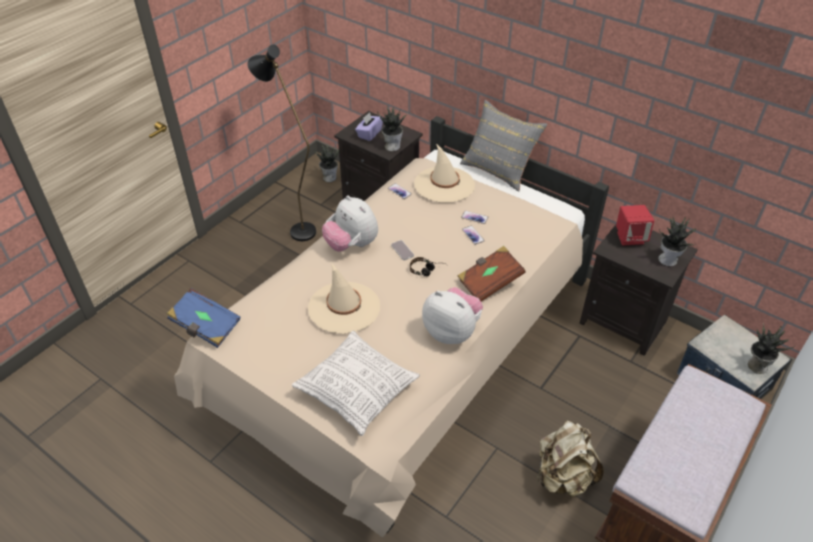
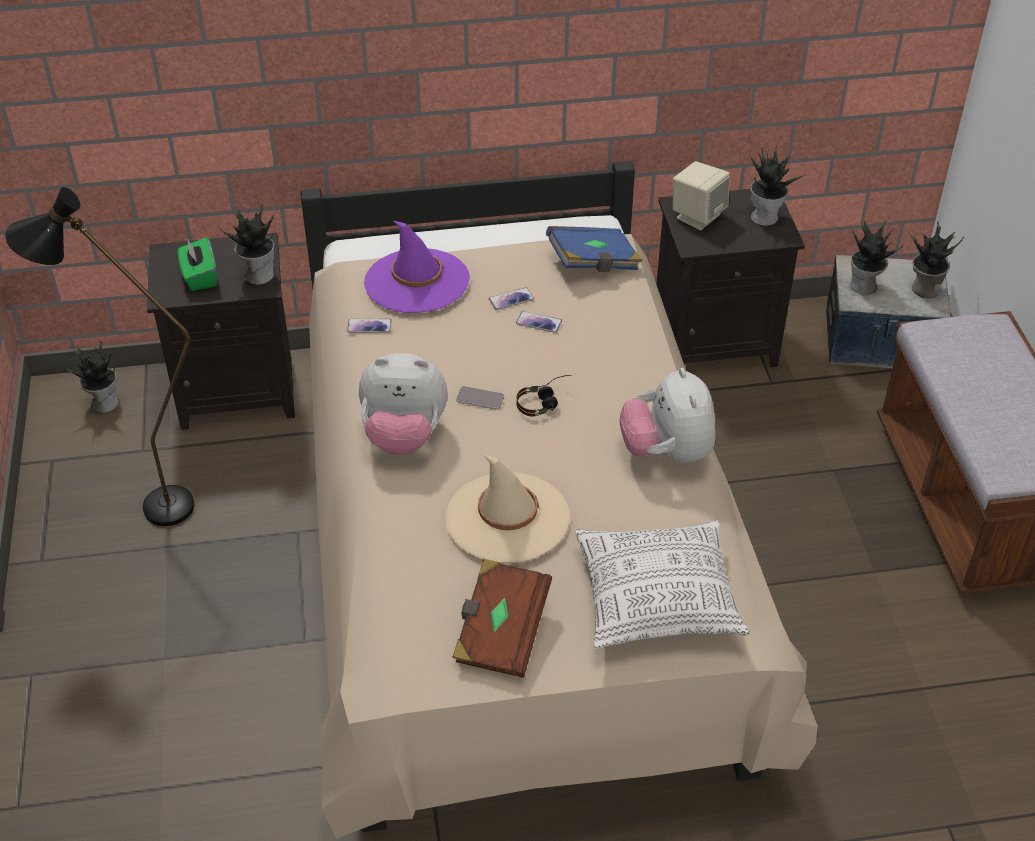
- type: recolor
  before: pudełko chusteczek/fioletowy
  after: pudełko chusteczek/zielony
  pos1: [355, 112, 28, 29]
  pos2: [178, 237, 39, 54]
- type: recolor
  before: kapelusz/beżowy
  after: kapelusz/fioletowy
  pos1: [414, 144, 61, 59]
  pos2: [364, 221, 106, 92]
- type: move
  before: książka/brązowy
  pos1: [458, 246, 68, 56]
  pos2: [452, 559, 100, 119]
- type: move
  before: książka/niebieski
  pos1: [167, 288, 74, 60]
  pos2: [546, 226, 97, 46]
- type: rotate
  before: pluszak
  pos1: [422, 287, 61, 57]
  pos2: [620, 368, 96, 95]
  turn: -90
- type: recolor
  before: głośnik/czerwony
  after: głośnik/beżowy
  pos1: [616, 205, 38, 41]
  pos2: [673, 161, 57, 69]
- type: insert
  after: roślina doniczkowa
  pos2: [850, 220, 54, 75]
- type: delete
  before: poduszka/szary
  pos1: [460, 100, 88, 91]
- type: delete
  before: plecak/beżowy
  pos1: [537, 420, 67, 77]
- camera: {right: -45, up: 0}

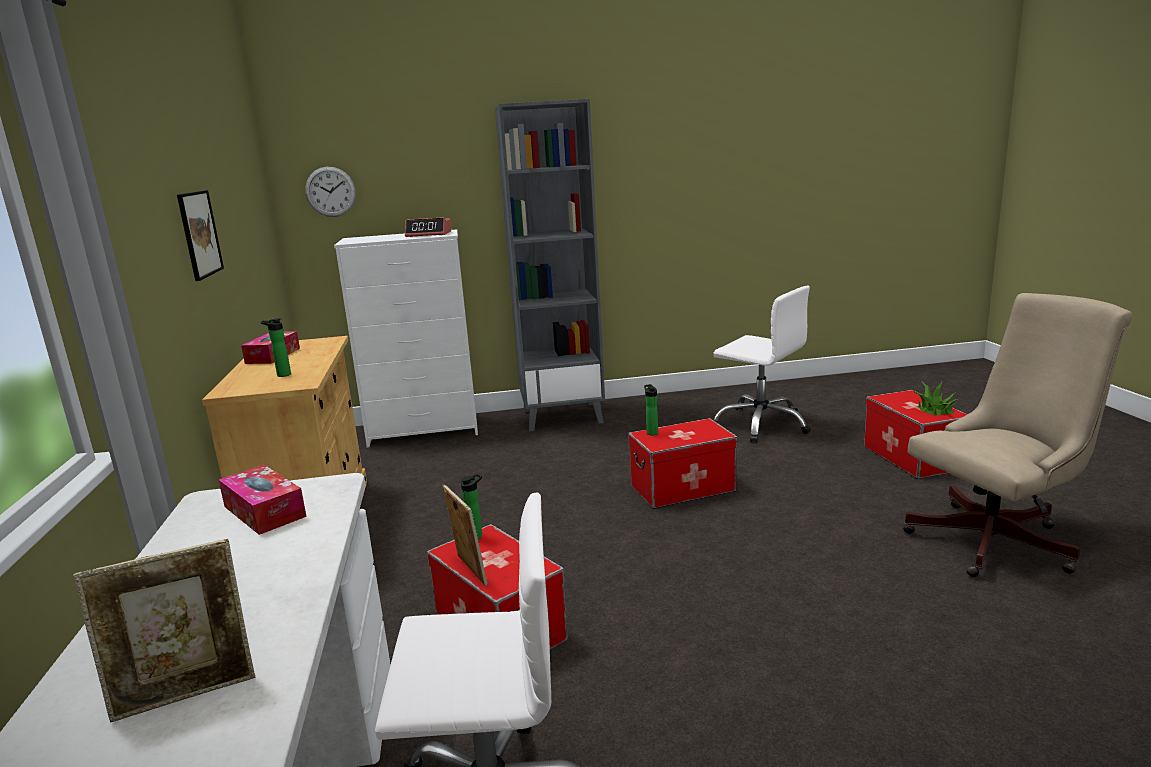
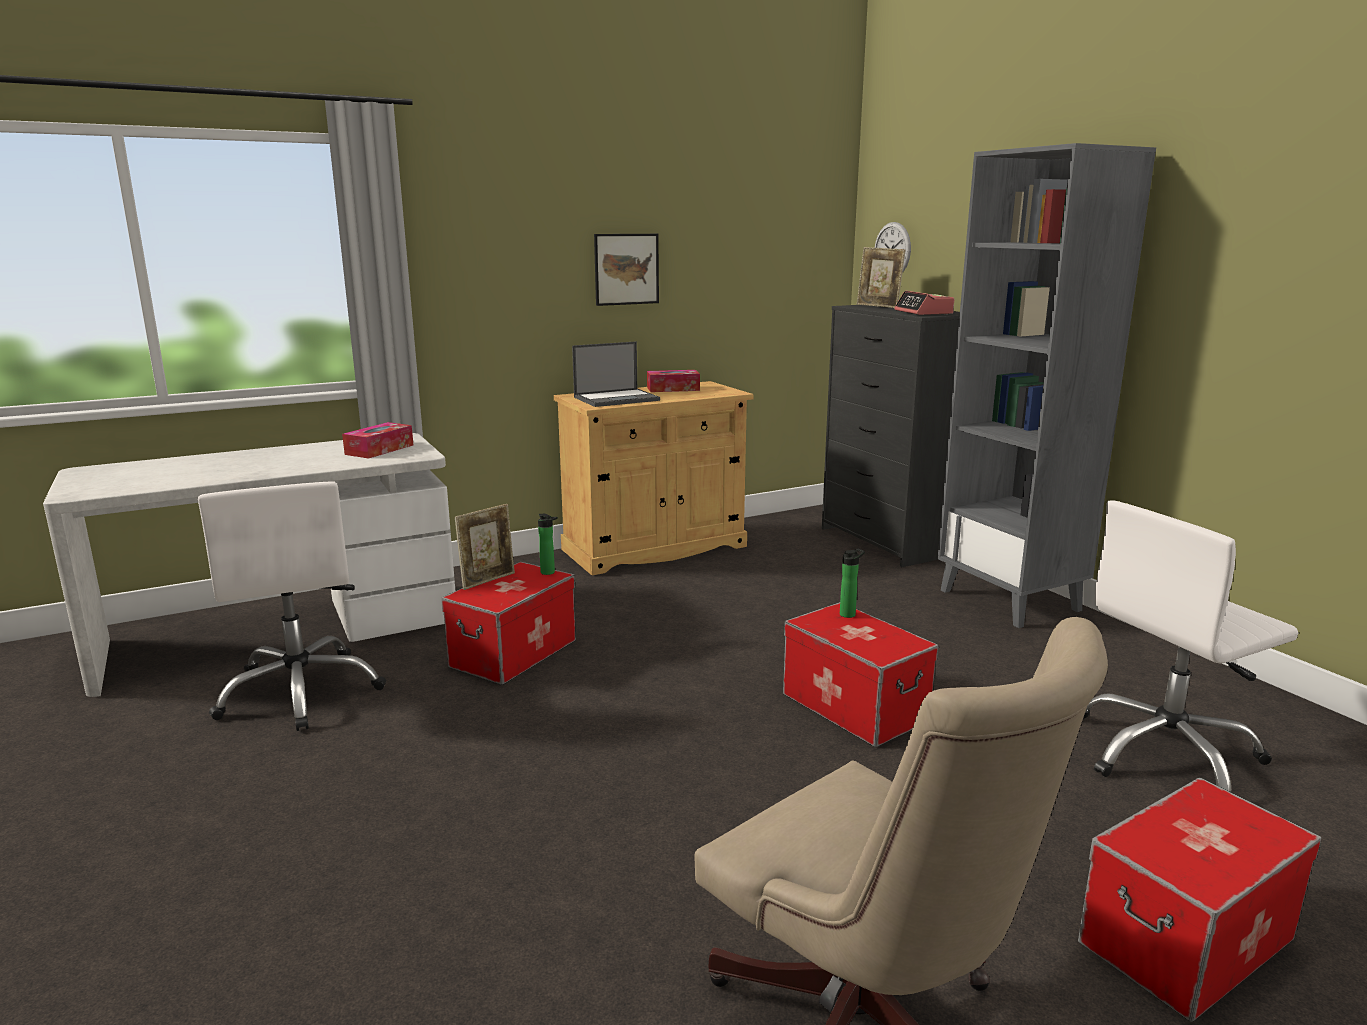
- type: replace
  before: butelka
  after: laptop
  pos1: [261, 318, 30, 59]
  pos2: [572, 341, 88, 66]
- type: recolor
  before: komoda/biały
  after: komoda/czarny
  pos1: [334, 229, 144, 218]
  pos2: [822, 305, 138, 262]
- type: move
  before: ramka na zdjęcie
  pos1: [74, 539, 181, 184]
  pos2: [857, 247, 49, 61]
- type: rotate
  before: krzesło biurowe/biały
  pos1: [712, 286, 99, 157]
  pos2: [1083, 500, 215, 293]
  turn: 45
- type: delete
  before: roślina doniczkowa
  pos1: [913, 382, 45, 34]
- camera: {right: 70, up: 0}

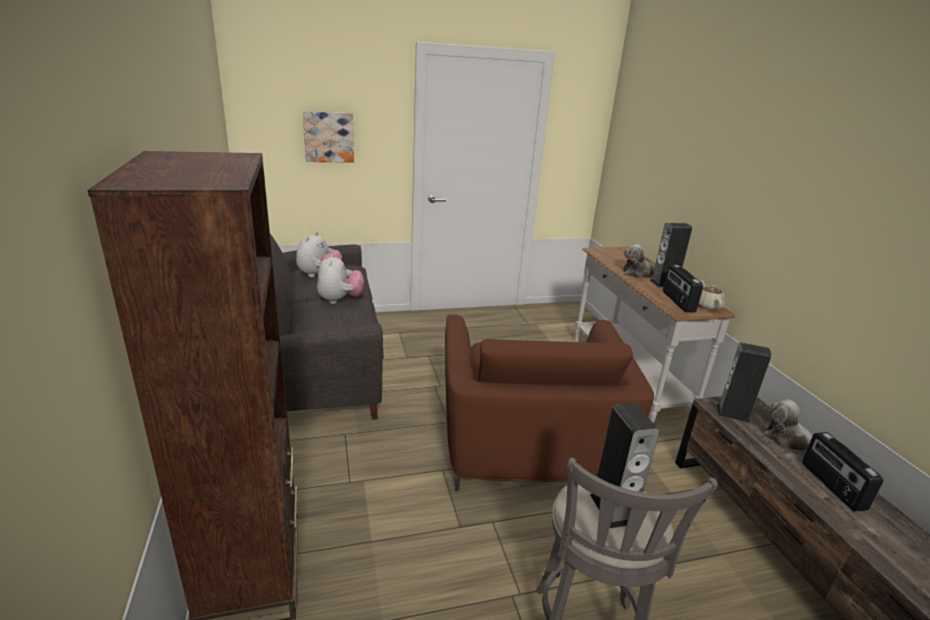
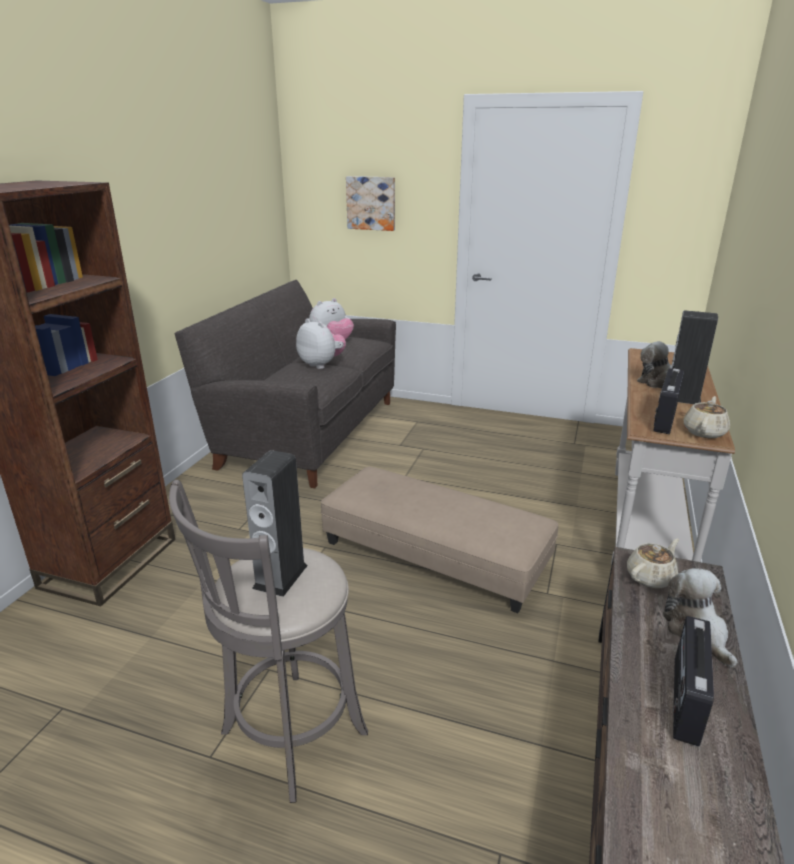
- type: rotate
  before: pluszak
  pos1: [317, 254, 47, 50]
  pos2: [296, 318, 50, 51]
  turn: -75
- type: replace
  before: fotel/brązowy
  after: pufa/beżowy
  pos1: [445, 315, 209, 176]
  pos2: [321, 467, 237, 146]
- type: replace
  before: głośnik
  after: imbryk/beżowy
  pos1: [717, 342, 54, 81]
  pos2: [627, 539, 52, 49]
- camera: {right: 35, up: 0}

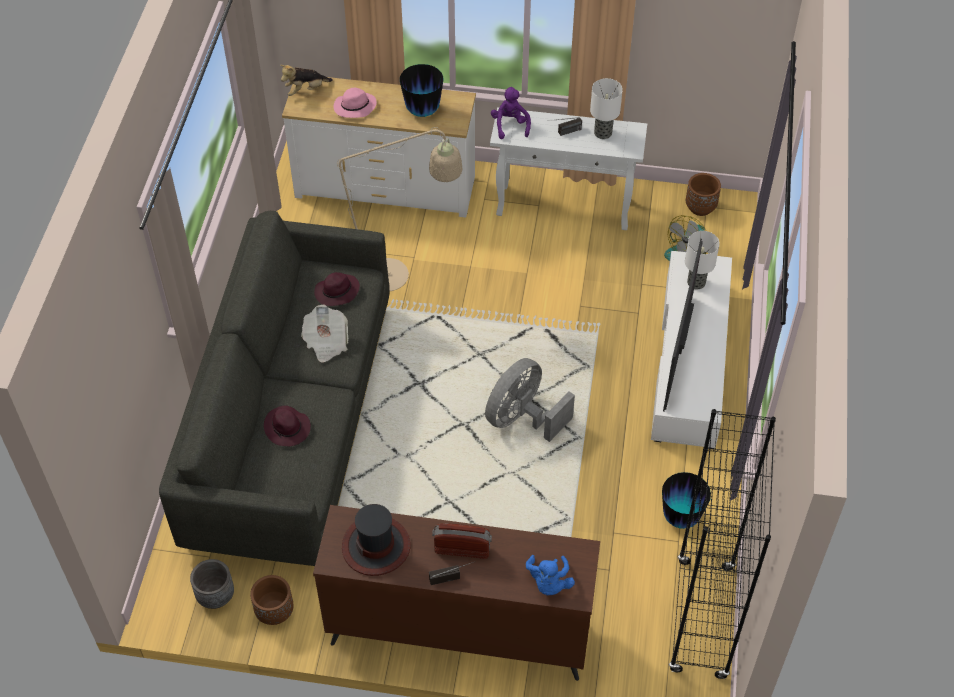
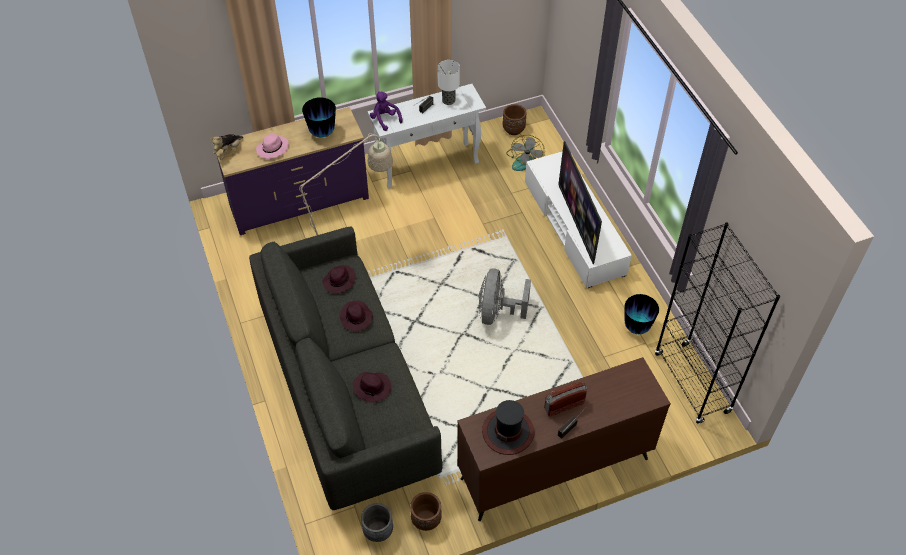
- type: recolor
  before: komoda/biały
  after: komoda/fioletowy
  pos1: [282, 77, 194, 141]
  pos2: [213, 107, 156, 128]
- type: replace
  before: gazeta
  after: kapelusz/fioletowy
  pos1: [301, 305, 47, 58]
  pos2: [340, 301, 33, 30]
- type: delete
  before: pluszak/niebieski
  pos1: [526, 555, 49, 40]
- type: delete
  before: lampa stołowa
  pos1: [685, 231, 35, 58]
- camera: {right: -30, up: 0}

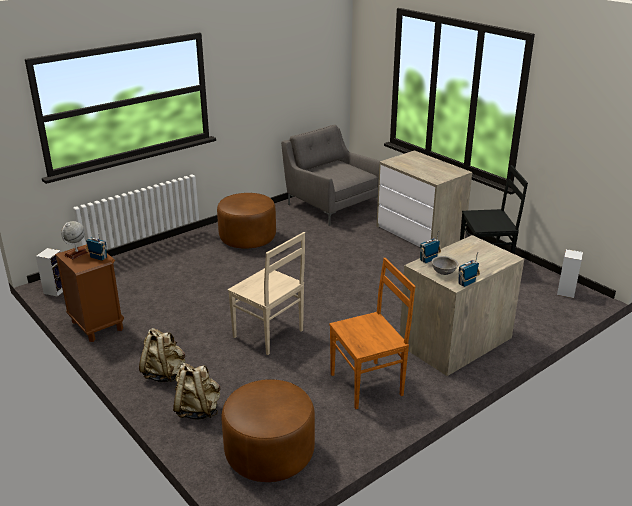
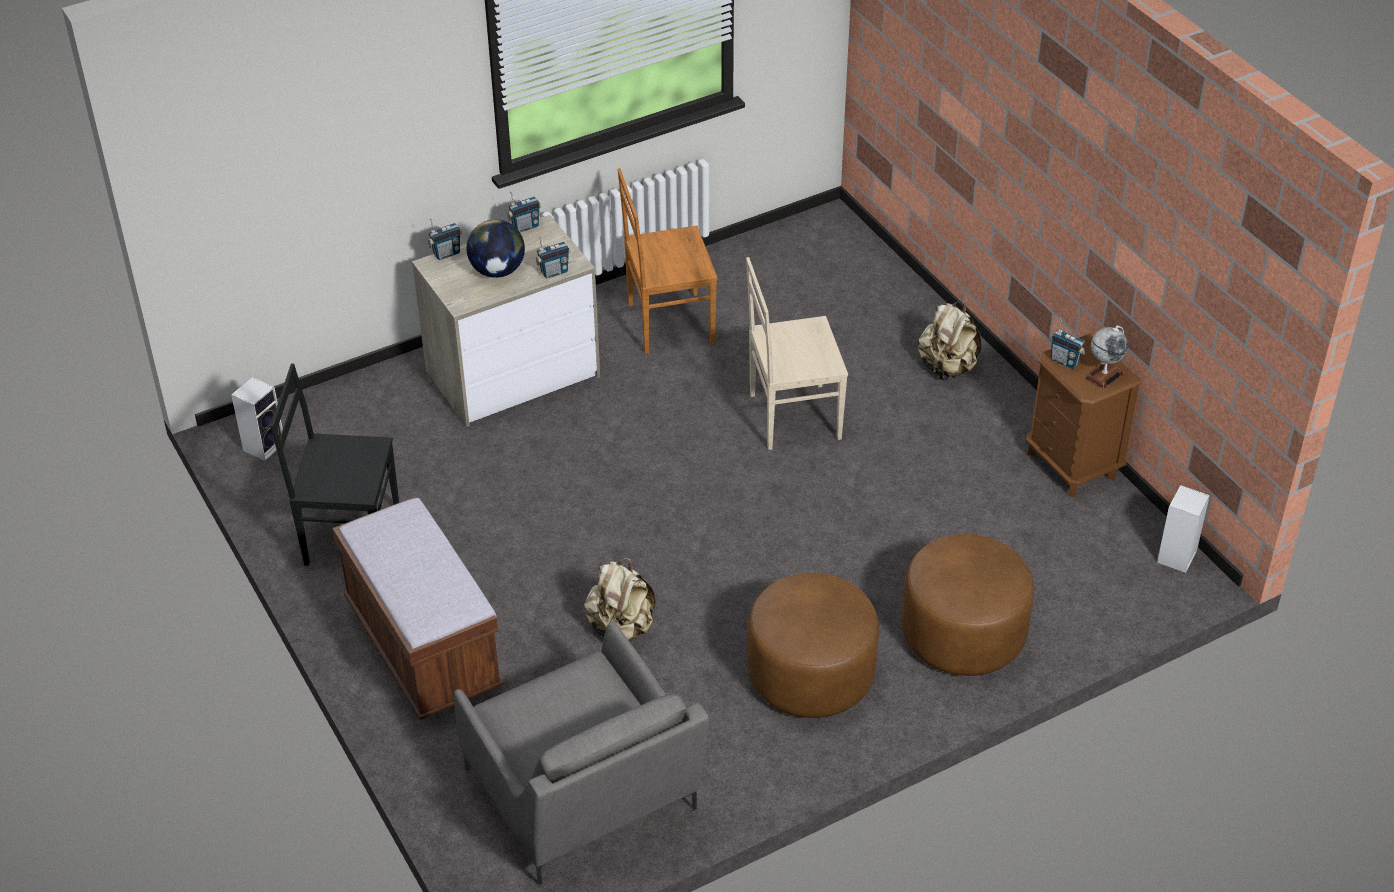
- type: replace
  before: komoda
  after: ławka/brązowy
  pos1: [376, 150, 96, 99]
  pos2: [333, 496, 171, 224]
- type: insert
  after: radio
  pos2: [428, 218, 34, 42]
- type: insert
  after: globus
  pos2: [466, 219, 59, 59]
- type: move
  before: plecak/beżowy
  pos1: [173, 363, 47, 57]
  pos2: [584, 558, 72, 83]
- type: rotate
  before: krzesło/beżowy
  pos1: [228, 232, 77, 123]
  pos2: [746, 257, 102, 193]
  turn: -60
- type: move
  before: pufa/brązowy
  pos1: [222, 379, 93, 103]
  pos2: [901, 534, 133, 142]
- type: delete
  before: miska/szary
  pos1: [432, 256, 26, 19]
- camera: {right: -170, up: 15}

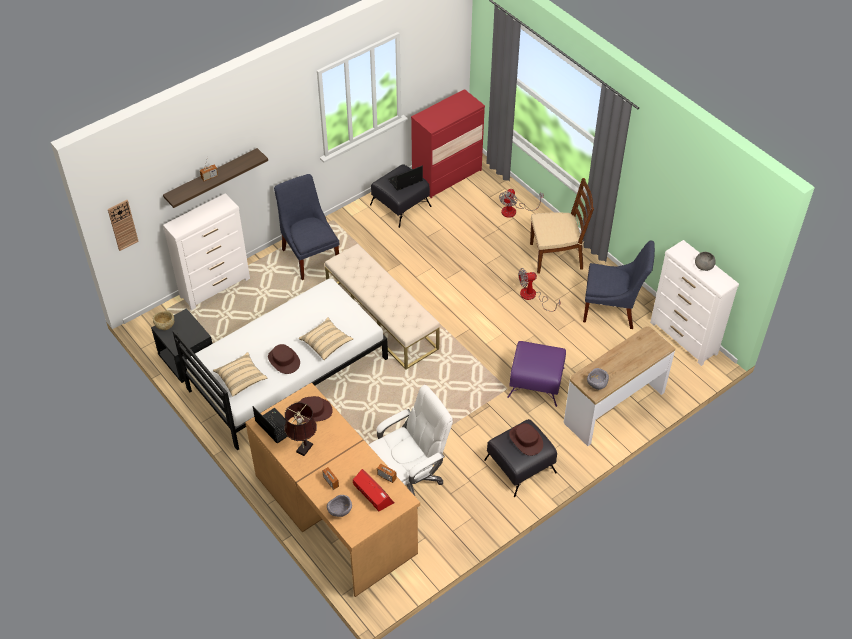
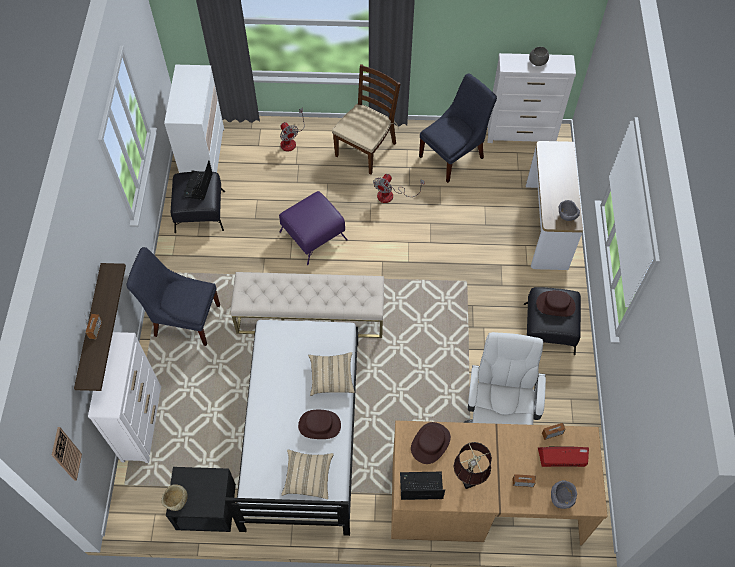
- type: recolor
  before: komoda/czerwony
  after: komoda/biały
  pos1: [411, 89, 74, 109]
  pos2: [164, 65, 60, 108]
- type: move
  before: pufa/fioletowy
  pos1: [507, 341, 59, 66]
  pos2: [279, 191, 69, 74]
- camera: {right: -50, up: 10}

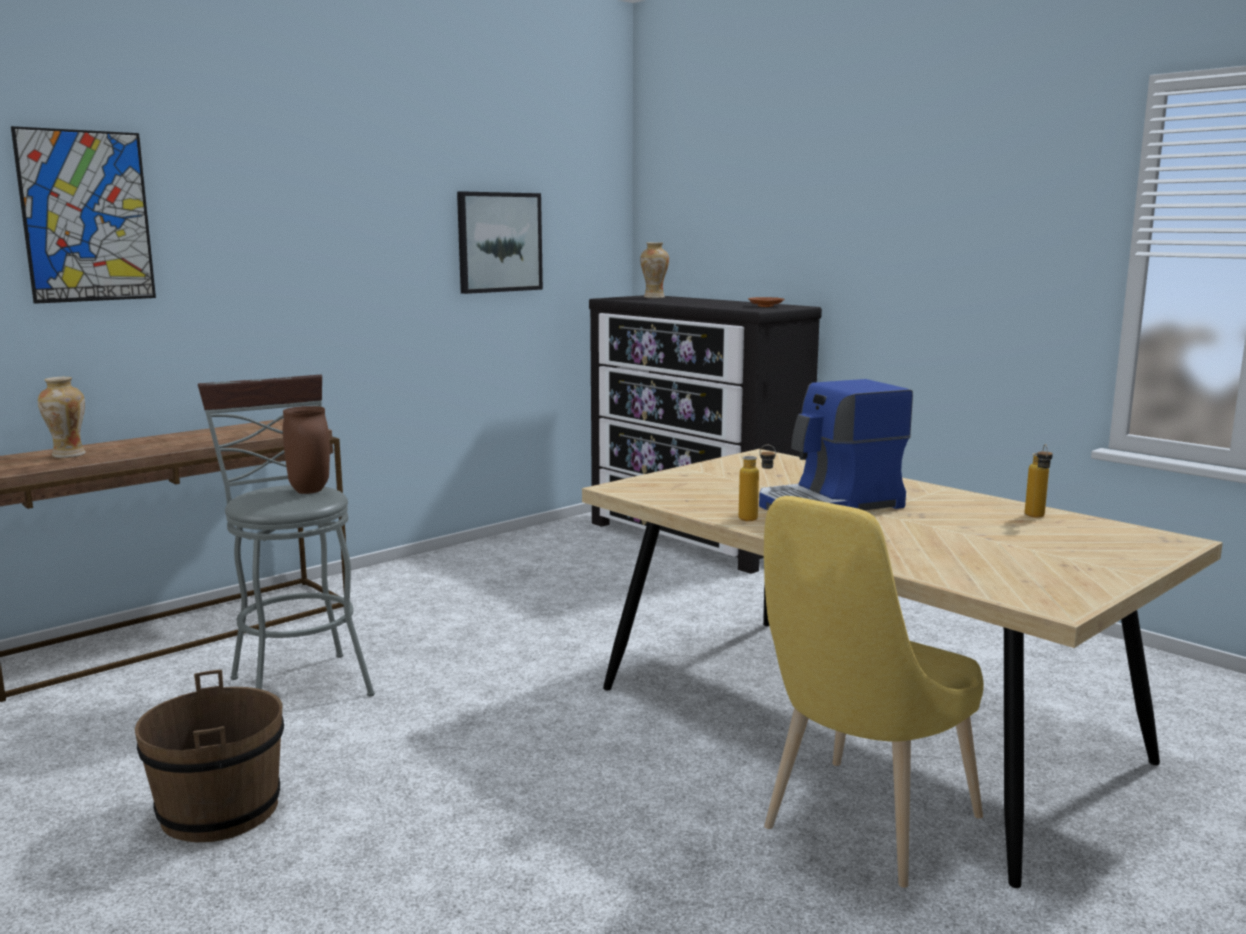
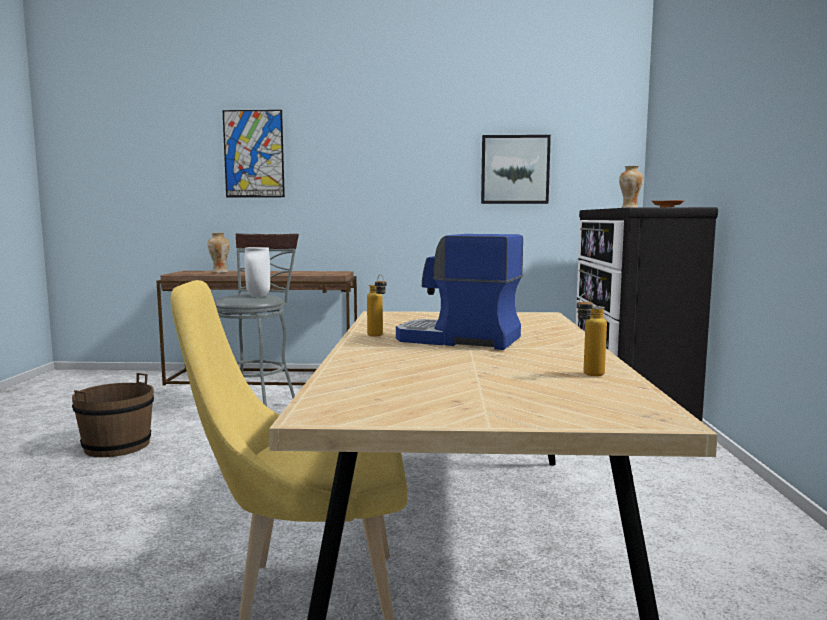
- type: recolor
  before: wazon/brązowy
  after: wazon/biały
  pos1: [283, 406, 47, 88]
  pos2: [244, 247, 26, 50]
- camera: {right: 45, up: -5}

